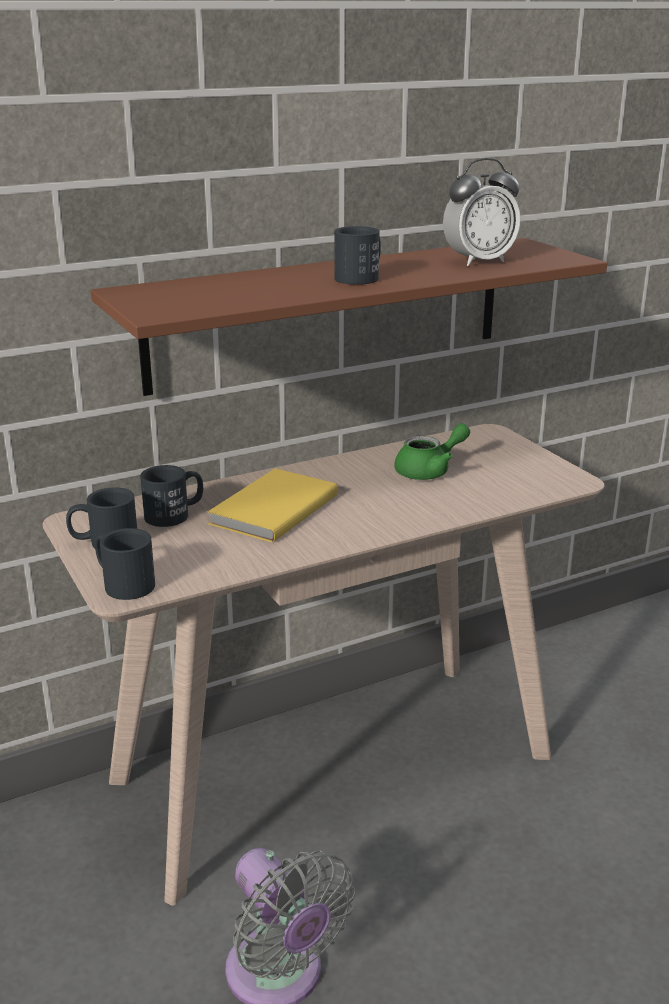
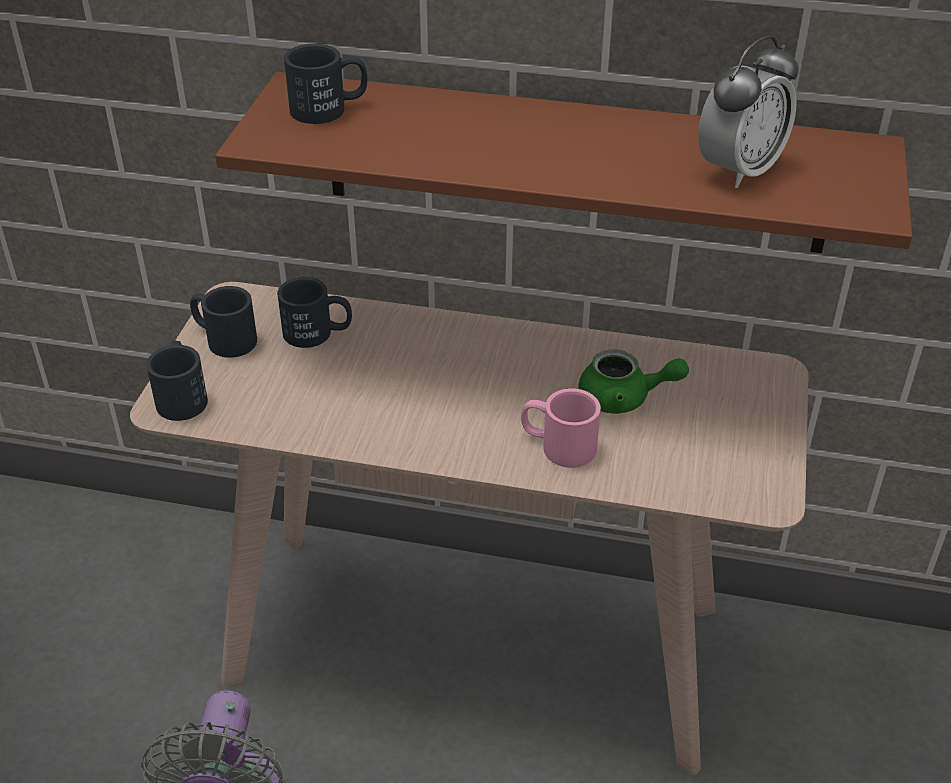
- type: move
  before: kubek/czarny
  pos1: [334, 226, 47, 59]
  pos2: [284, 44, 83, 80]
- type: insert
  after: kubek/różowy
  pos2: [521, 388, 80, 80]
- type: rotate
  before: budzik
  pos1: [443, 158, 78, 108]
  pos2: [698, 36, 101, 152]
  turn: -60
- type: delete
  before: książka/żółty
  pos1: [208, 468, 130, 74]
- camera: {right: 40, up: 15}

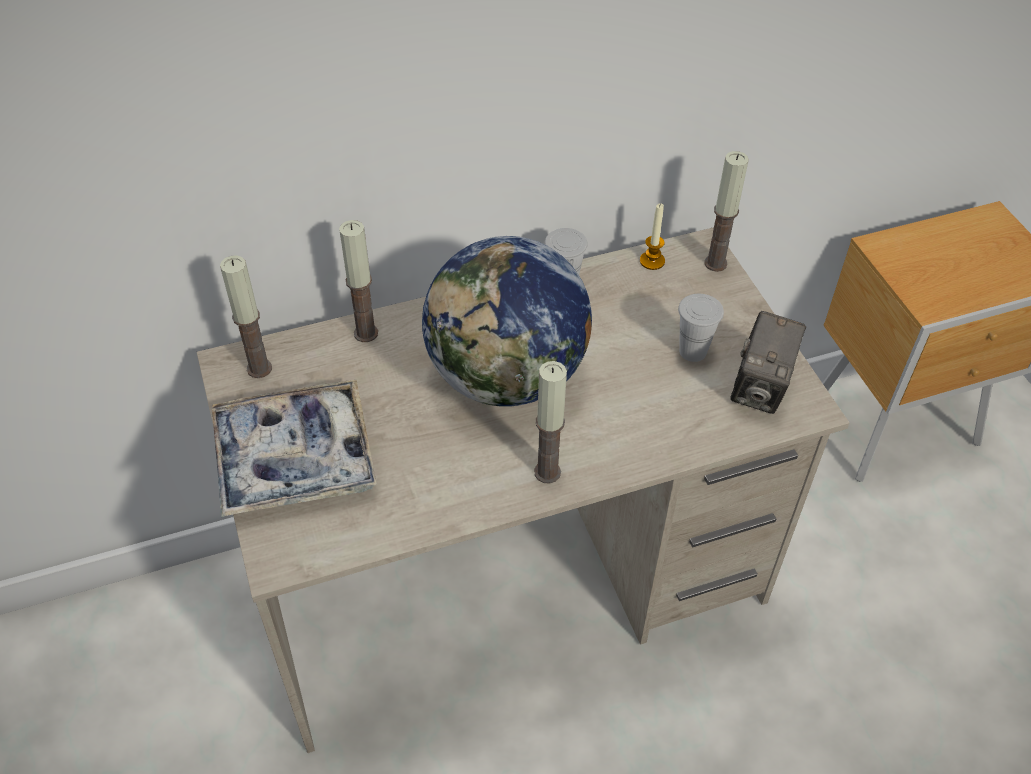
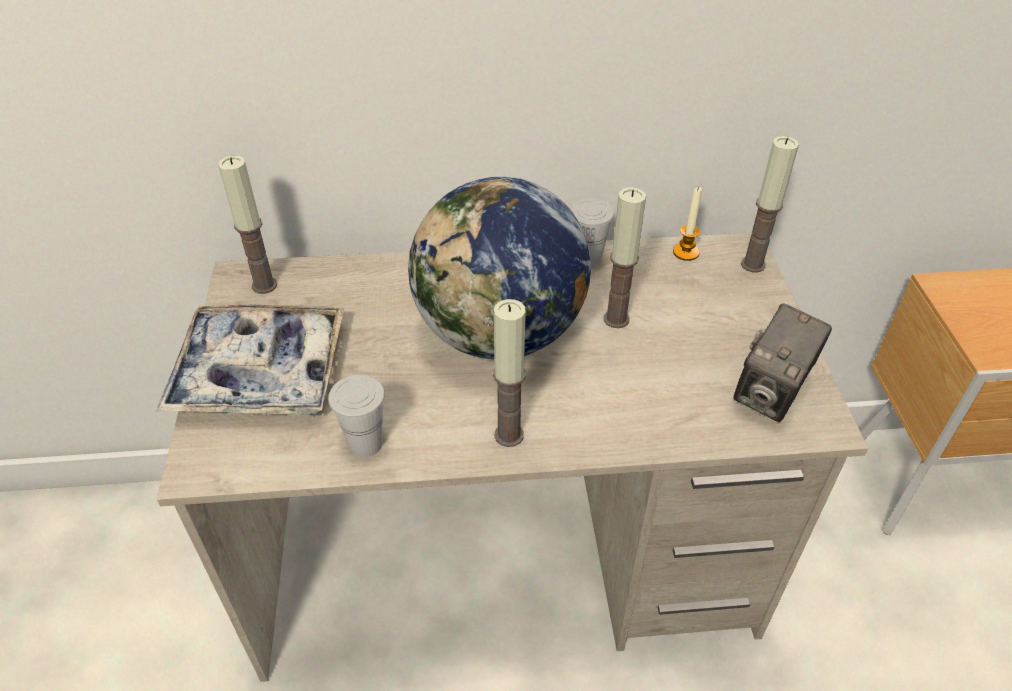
- type: move
  before: filiżanka/biały
  pos1: [678, 294, 46, 68]
  pos2: [328, 375, 57, 82]
- type: move
  before: świeca
  pos1: [339, 220, 39, 122]
  pos2: [604, 187, 42, 141]
- camera: {right: 15, up: -5}

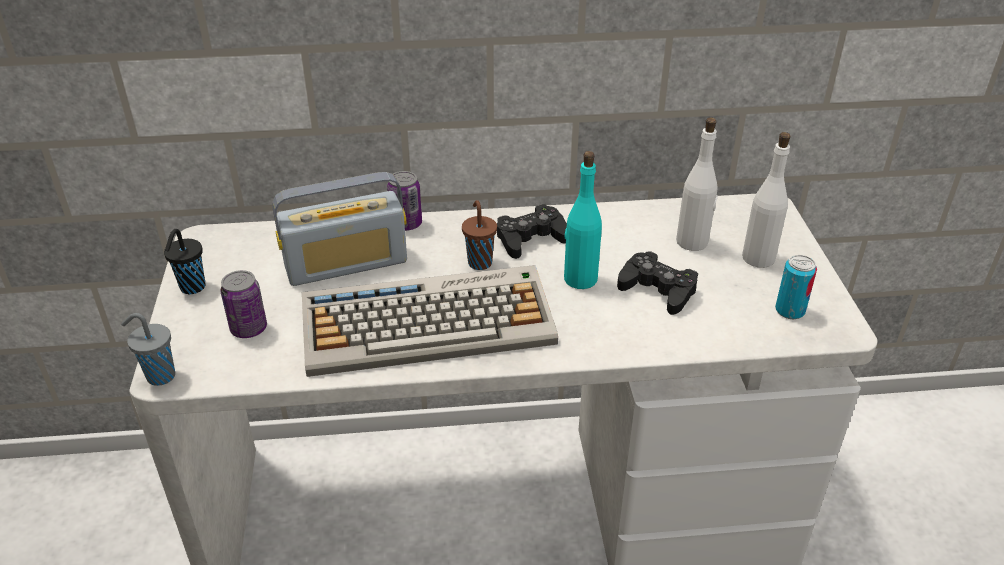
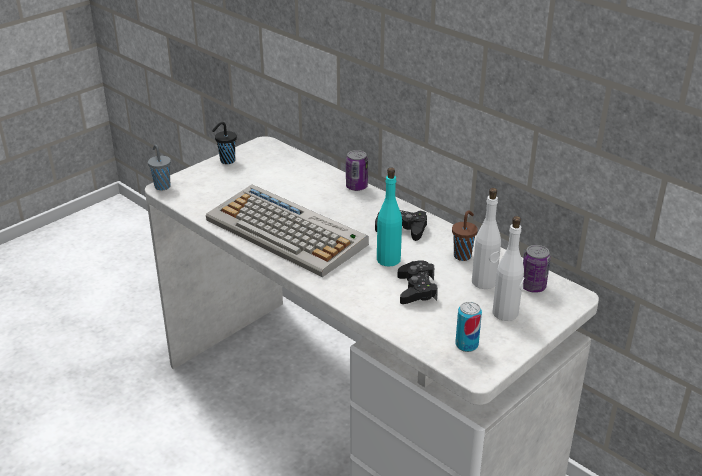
- type: move
  before: filiżanka/brązowy
  pos1: [462, 200, 35, 70]
  pos2: [452, 210, 26, 51]
- type: move
  before: puszka
  pos1: [220, 270, 47, 68]
  pos2: [523, 245, 27, 48]
- type: delete
  before: radio
  pos1: [273, 172, 134, 114]
- camera: {right: 50, up: -5}

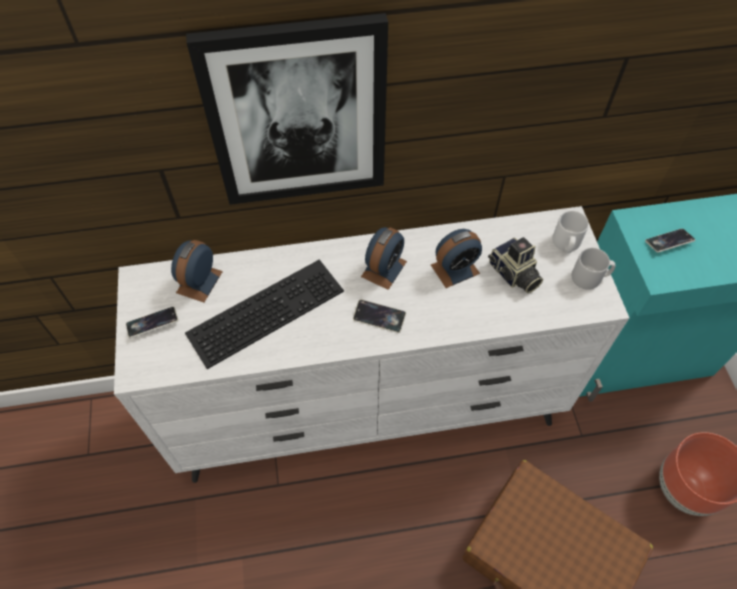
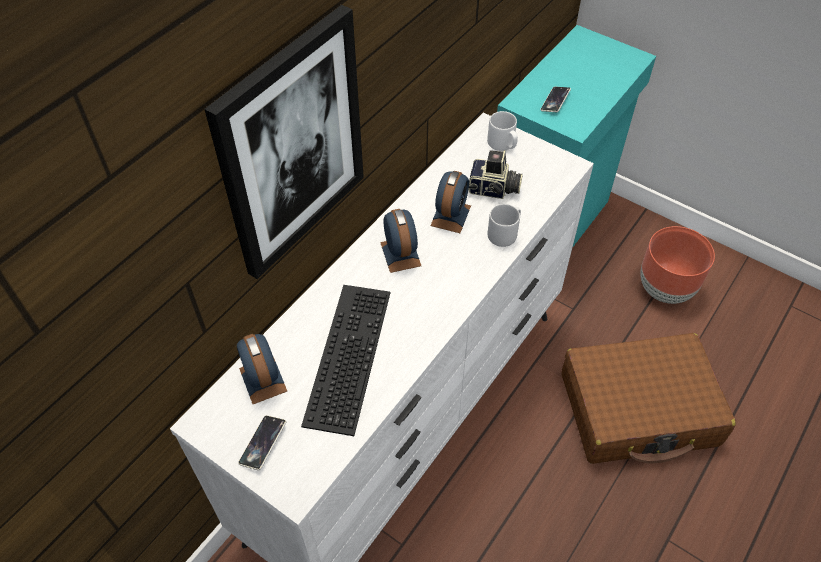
- type: move
  before: kubek/szary
  pos1: [572, 248, 44, 42]
  pos2: [488, 204, 33, 43]
- type: delete
  before: telefon
  pos1: [353, 299, 53, 34]
- camera: {right: -45, up: -5}

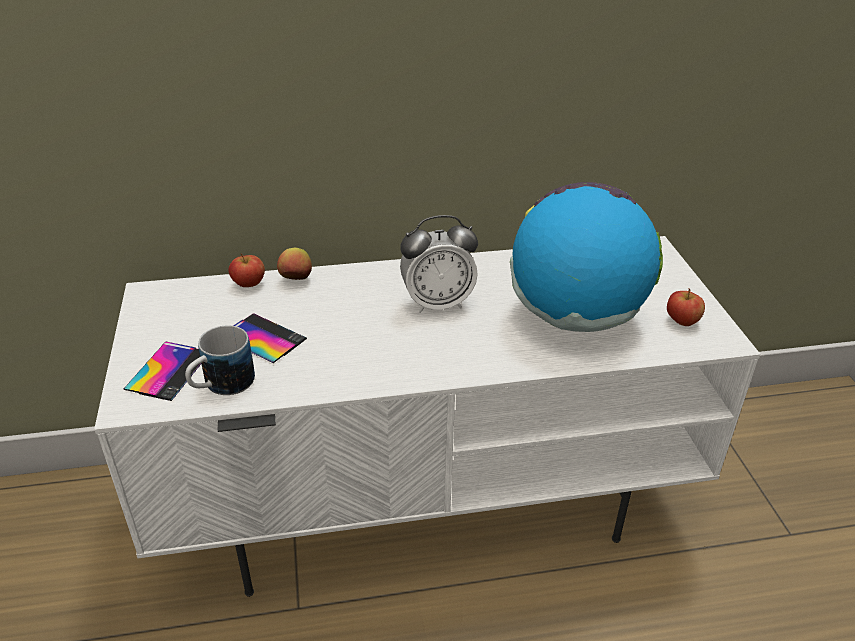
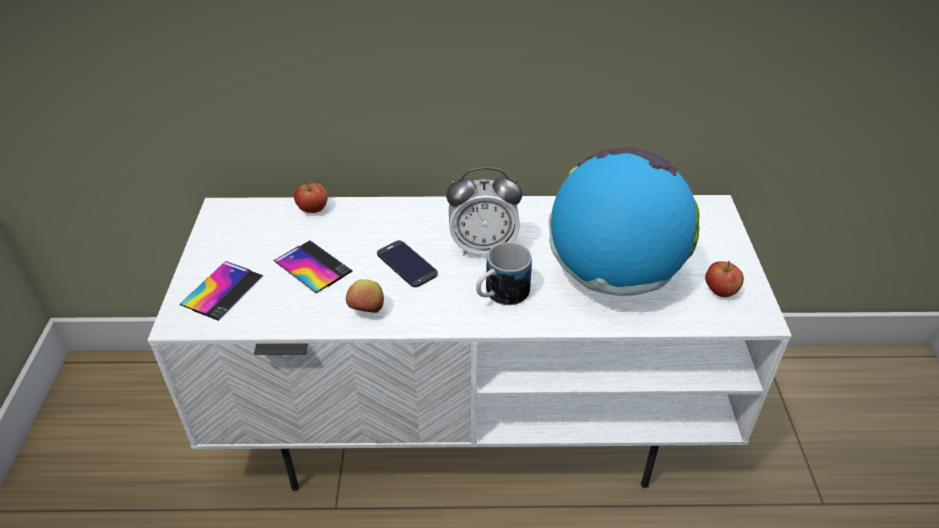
- type: move
  before: jabłko
  pos1: [277, 247, 35, 33]
  pos2: [346, 279, 38, 34]
- type: insert
  after: telefon
  pos2: [377, 240, 61, 47]
- type: move
  before: kubek
  pos1: [185, 325, 70, 70]
  pos2: [476, 242, 56, 63]
- camera: {right: 10, up: 5}

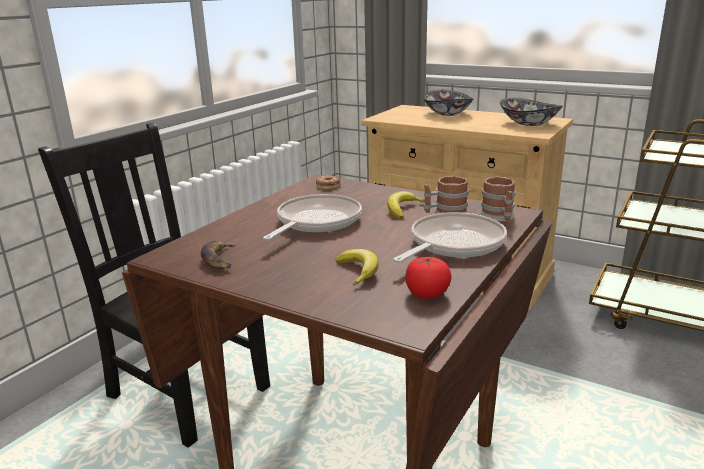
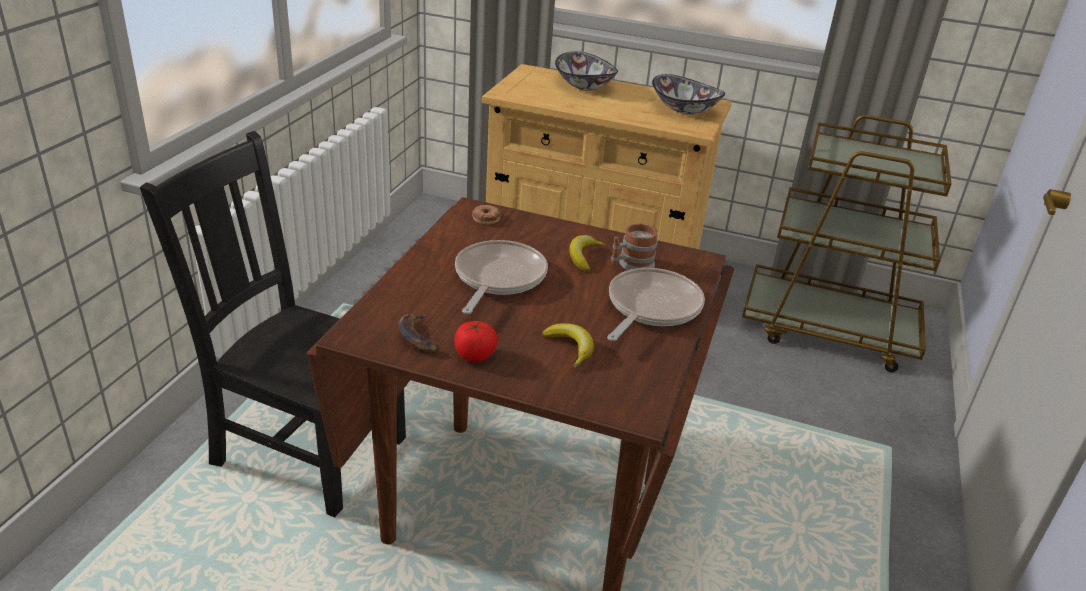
- type: move
  before: pomidor
  pos1: [406, 257, 46, 42]
  pos2: [454, 321, 44, 41]
- type: delete
  before: kubek
  pos1: [479, 176, 37, 46]
- camera: {right: -15, up: 10}

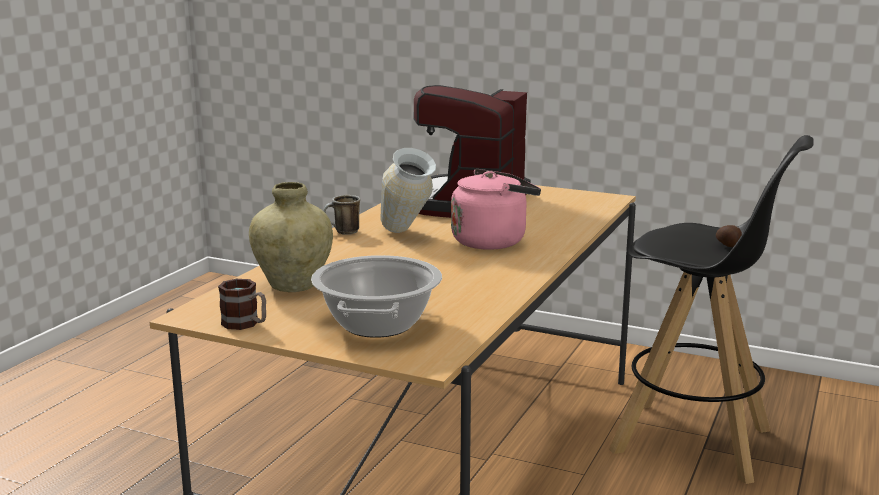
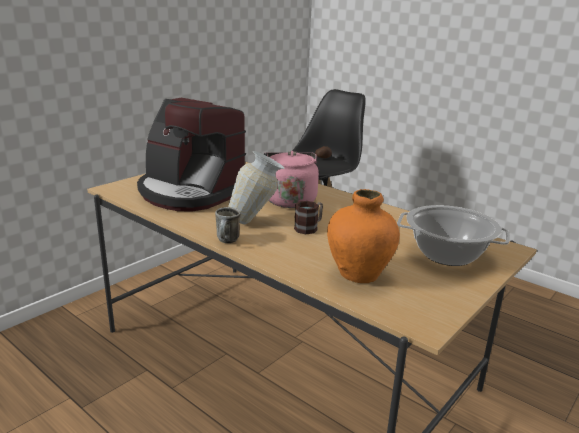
- type: move
  before: kubek
  pos1: [218, 279, 48, 51]
  pos2: [294, 201, 29, 33]
- type: recolor
  before: wazon/beżowy
  after: wazon/pomarańczowy
  pos1: [249, 182, 84, 110]
  pos2: [327, 189, 73, 94]
- camera: {right: -75, up: 5}

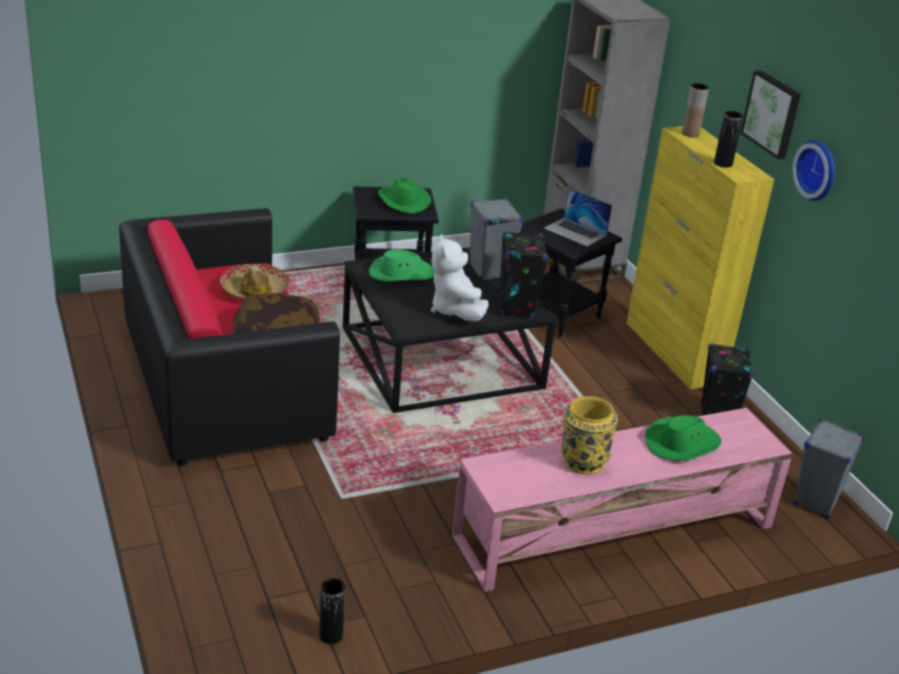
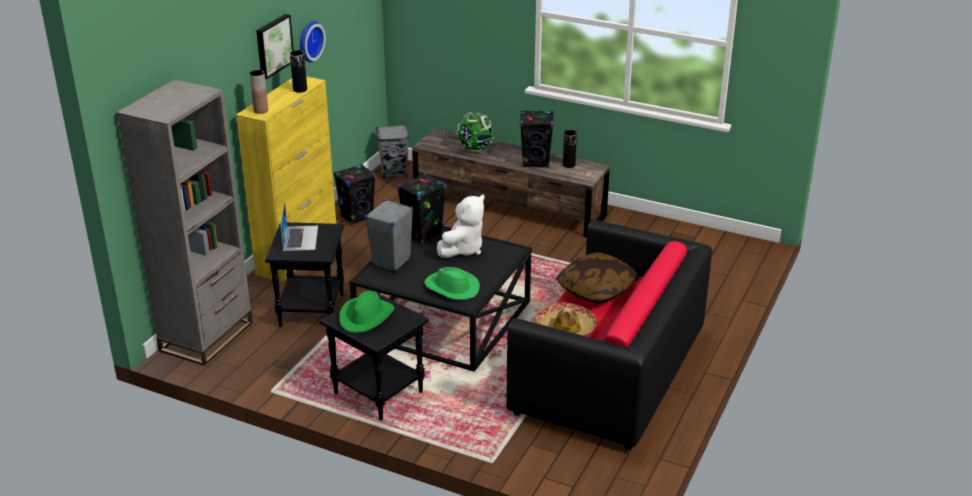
- type: recolor
  before: szafka pod telewizor/różowy
  after: szafka pod telewizor/brązowy
  pos1: [452, 408, 341, 184]
  pos2: [412, 128, 198, 110]
- type: replace
  before: kapelusz/zielony
  after: globus
  pos1: [645, 415, 76, 46]
  pos2: [456, 112, 38, 40]
- type: replace
  before: wazon/żółty
  after: głośnik/czarny
  pos1: [561, 396, 57, 79]
  pos2: [520, 110, 34, 58]
- type: move
  before: wazon/czarny
  pos1: [319, 578, 26, 66]
  pos2: [563, 130, 14, 38]
- camera: {right: -130, up: 0}

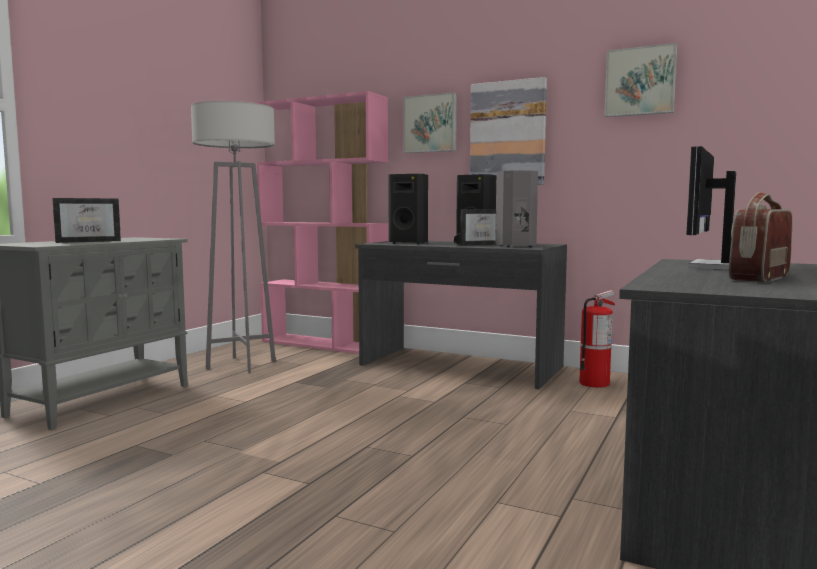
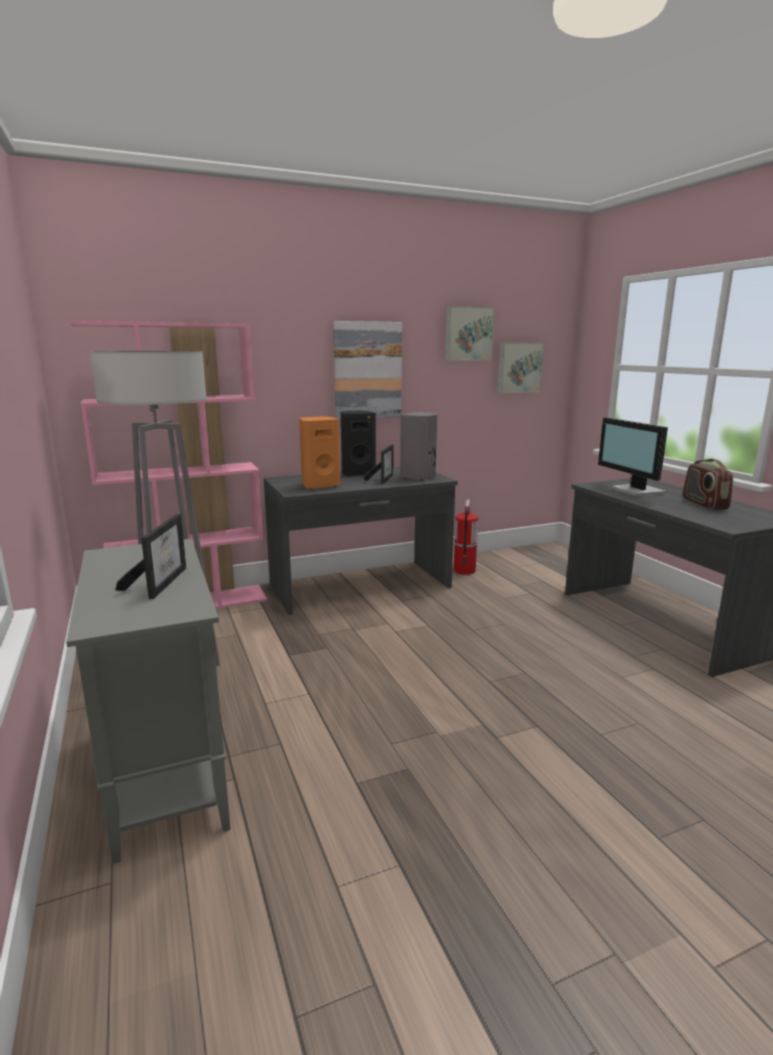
- type: recolor
  before: głośnik/czarny
  after: głośnik/pomarańczowy
  pos1: [388, 174, 40, 70]
  pos2: [299, 417, 41, 72]
- type: move
  before: obraz
  pos1: [403, 92, 54, 61]
  pos2: [497, 342, 47, 51]
- camera: {right: -50, up: 10}

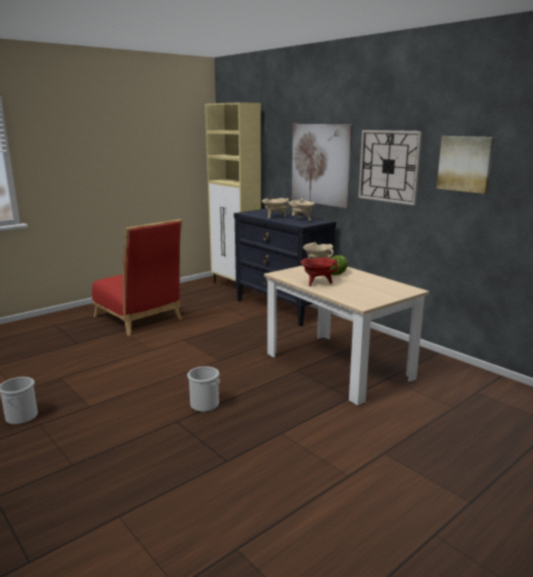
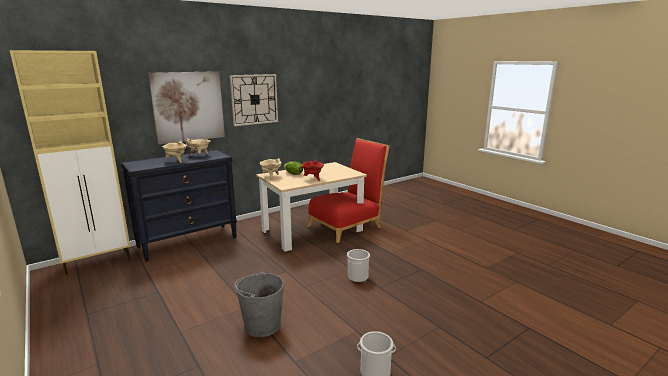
- type: insert
  after: wiadro/szary
  pos2: [234, 271, 50, 66]
- type: move
  before: krzesło/czerwony
  pos1: [92, 219, 90, 117]
  pos2: [307, 138, 83, 105]
- type: delete
  before: obraz
  pos1: [436, 136, 58, 58]
- camera: {right: -85, up: 0}

